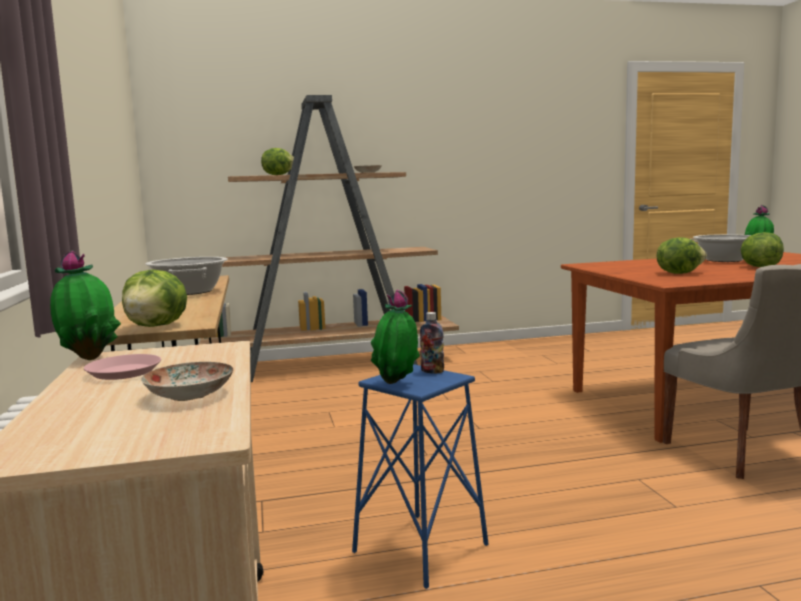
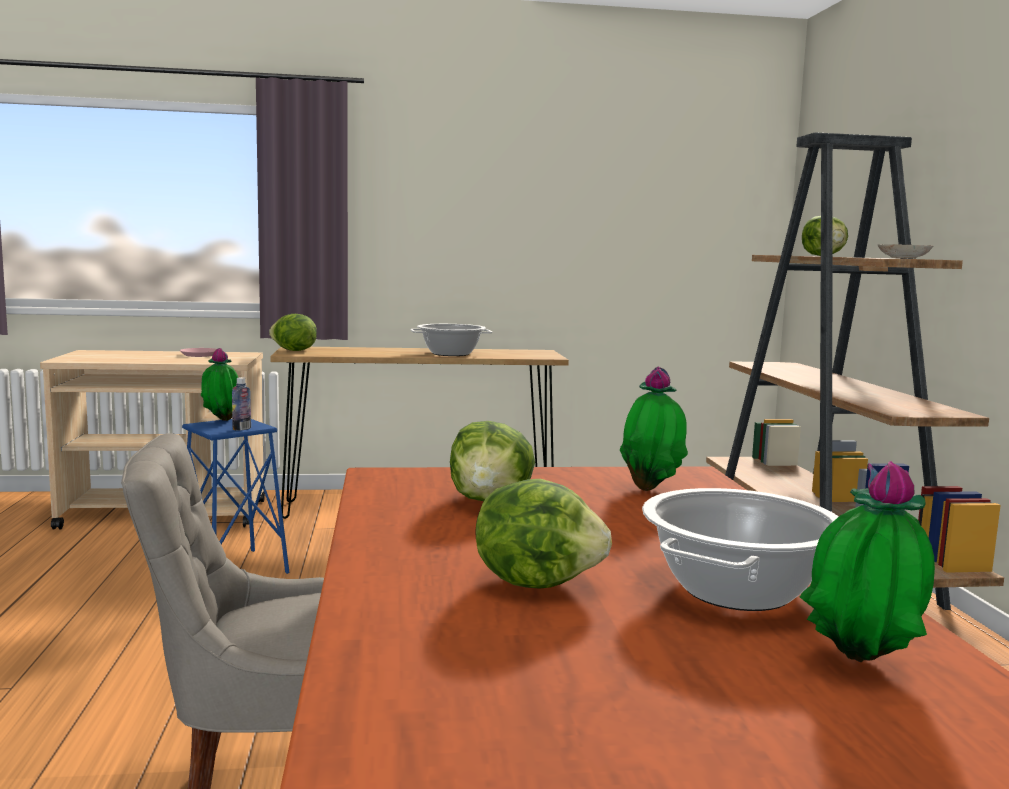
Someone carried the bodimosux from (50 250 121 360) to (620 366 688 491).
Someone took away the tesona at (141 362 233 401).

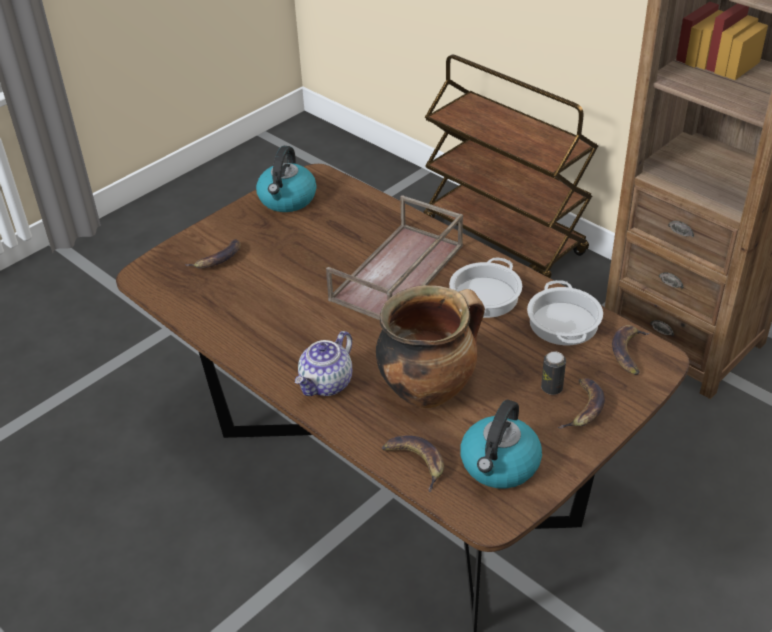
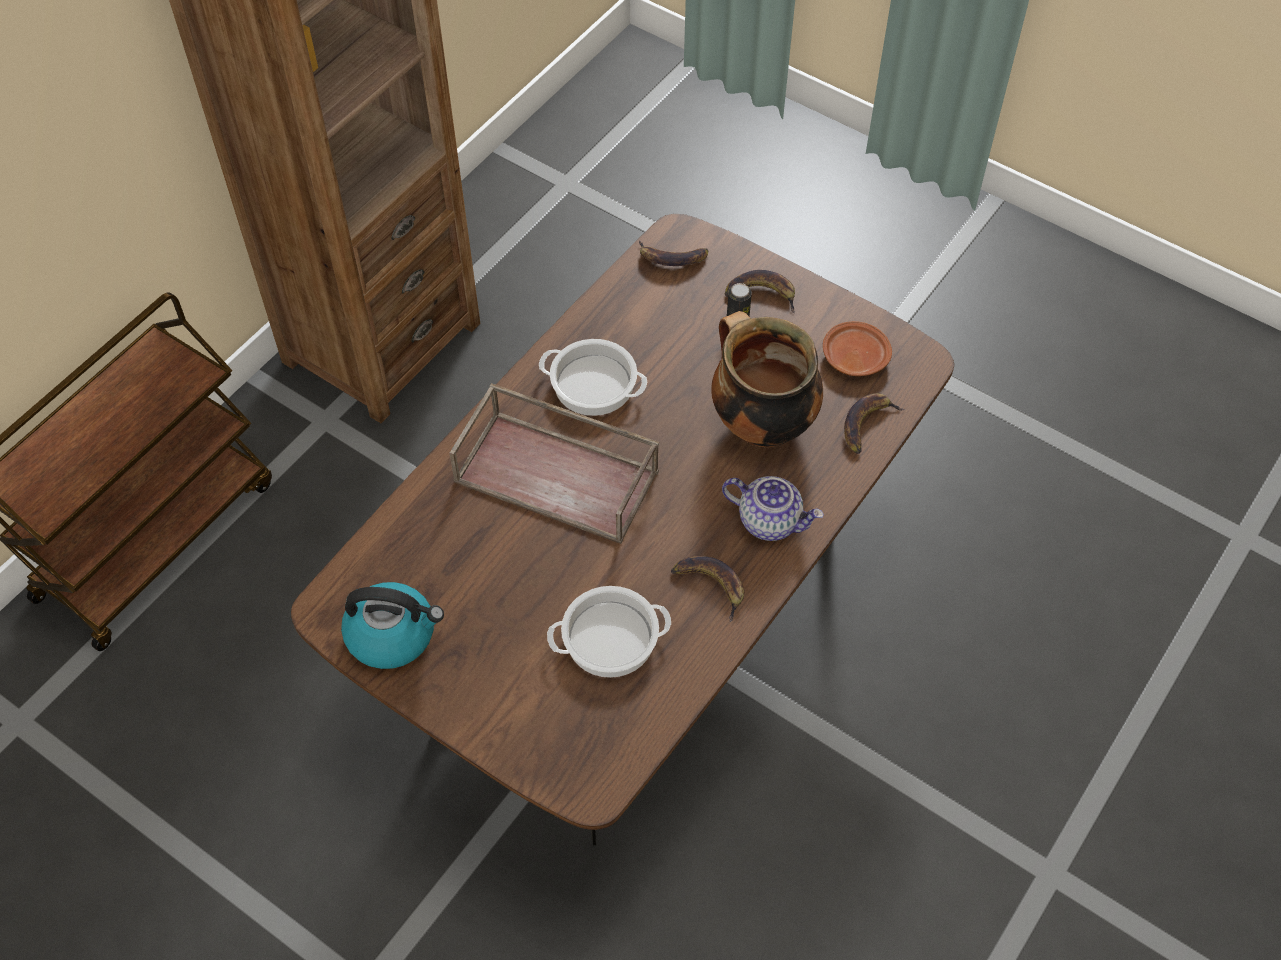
Someone carried the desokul from (185 239 241 268) to (671 556 744 622).
Someone carried the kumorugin from (527 280 603 345) to (547 586 671 678).
Someone swapped the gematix at (460 400 542 489) for the tesona (brown) at (823 321 892 376).

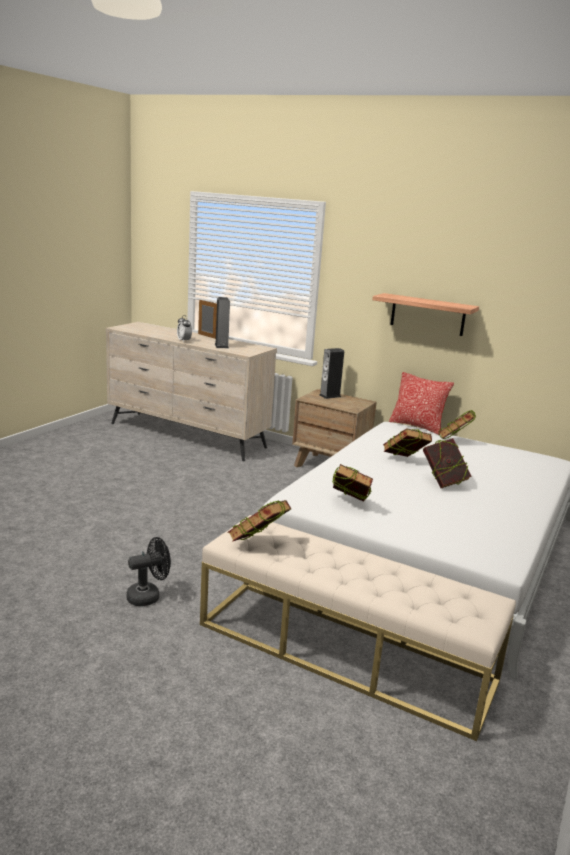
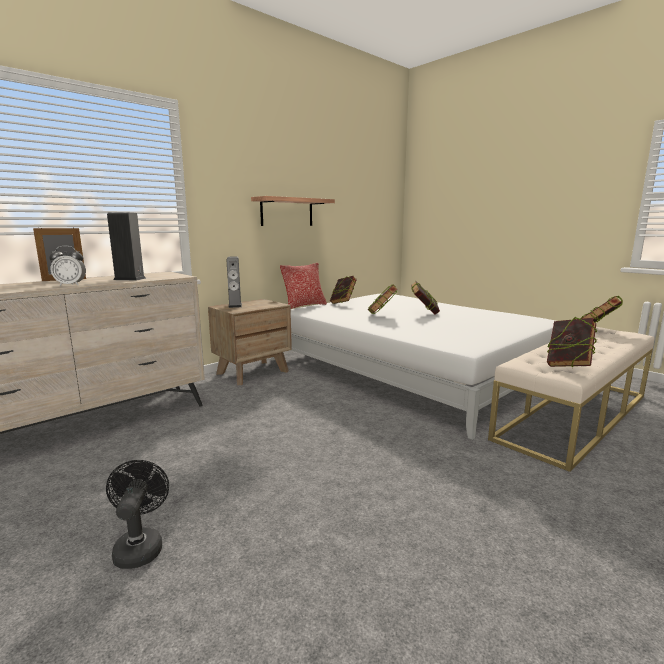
Someone carried the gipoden from (332 464 373 502) to (580 296 623 323).
Someone carried the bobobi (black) from (126 537 171 606) to (106 460 169 569).

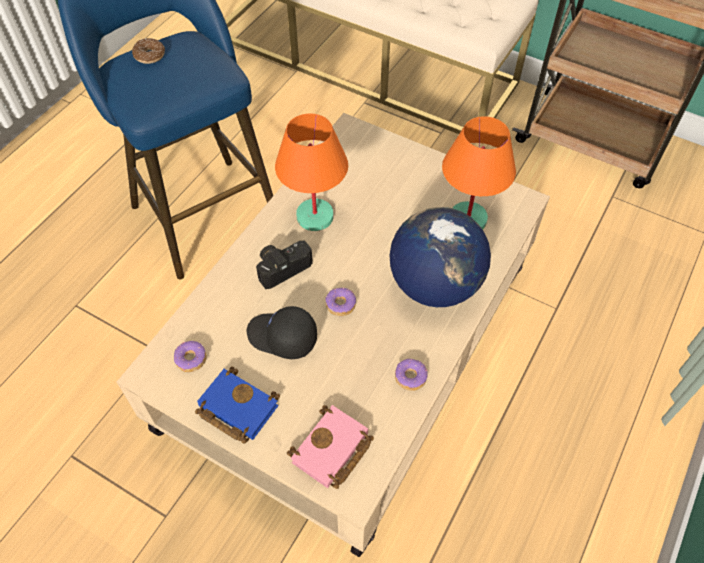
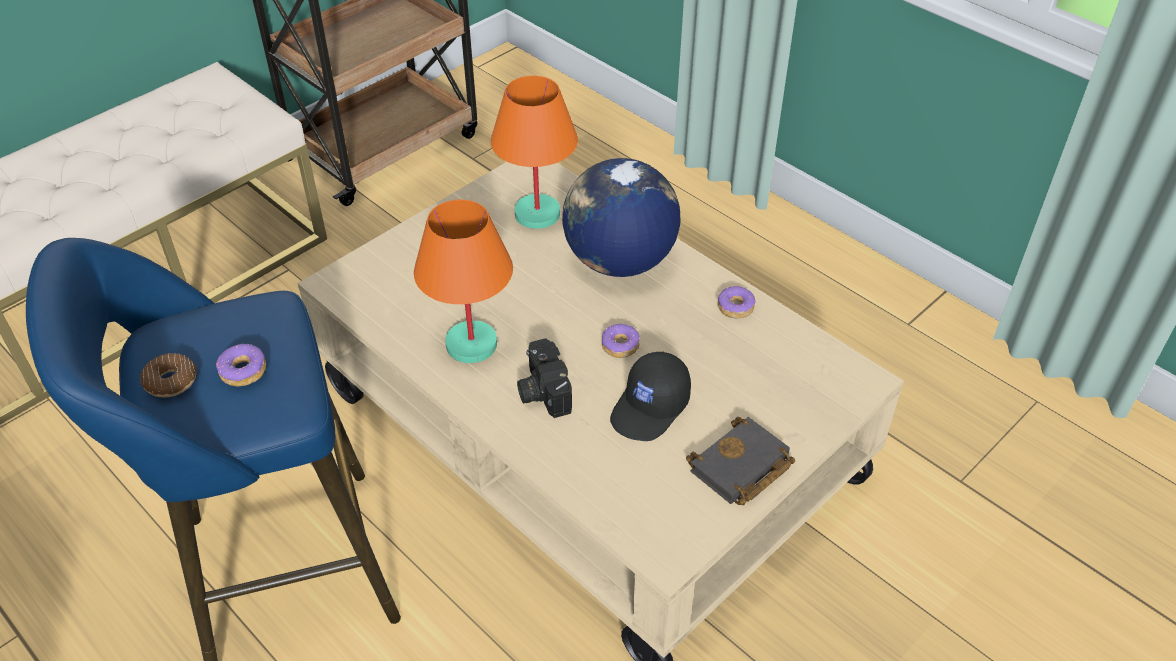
Someone carried the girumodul from (174 341 207 372) to (216 344 266 386).
Someone repainted the gipoden (blue) at (195 366 280 444), which became the gipoden (black) at (686 417 795 505).
Someone took away the gipoden (pink) at (287 405 374 489).

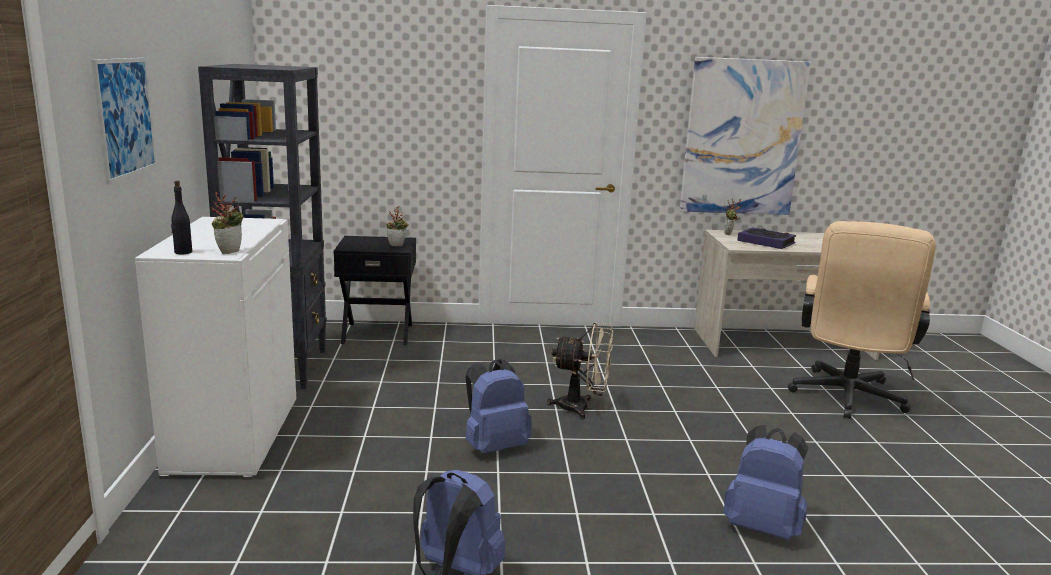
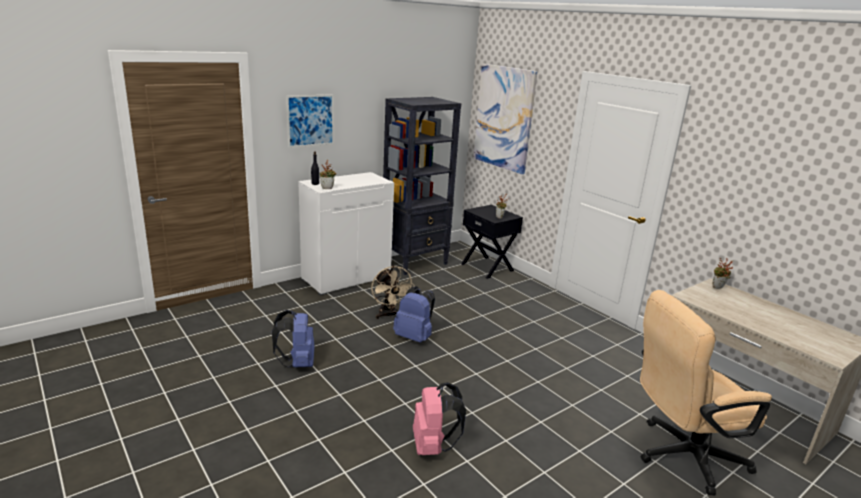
Someone carried the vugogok from (680 57 811 215) to (473 64 537 174).
Someone took away the gipoden at (737 227 796 249).
Someone carried the bobobi (beige) from (547 322 613 419) to (371 266 414 319).
Someone repainted the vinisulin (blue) at (723 425 809 540), which became the vinisulin (pink) at (413 382 466 455).

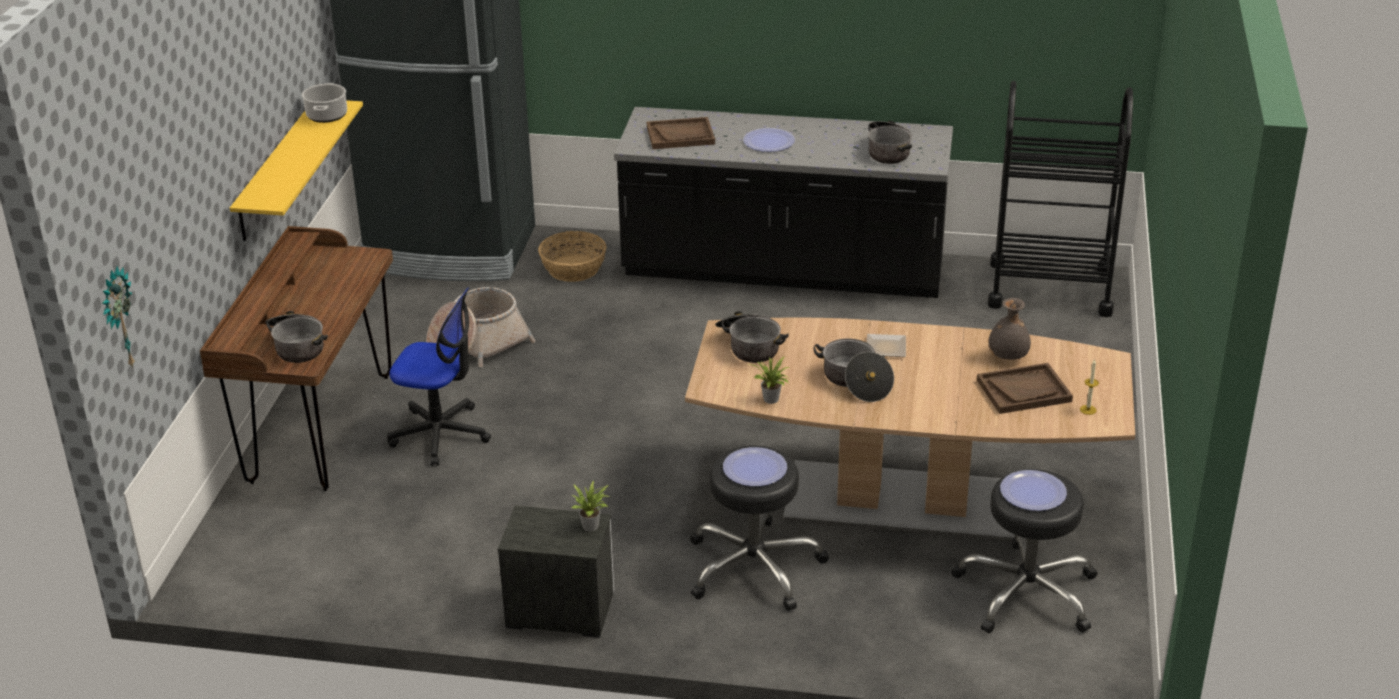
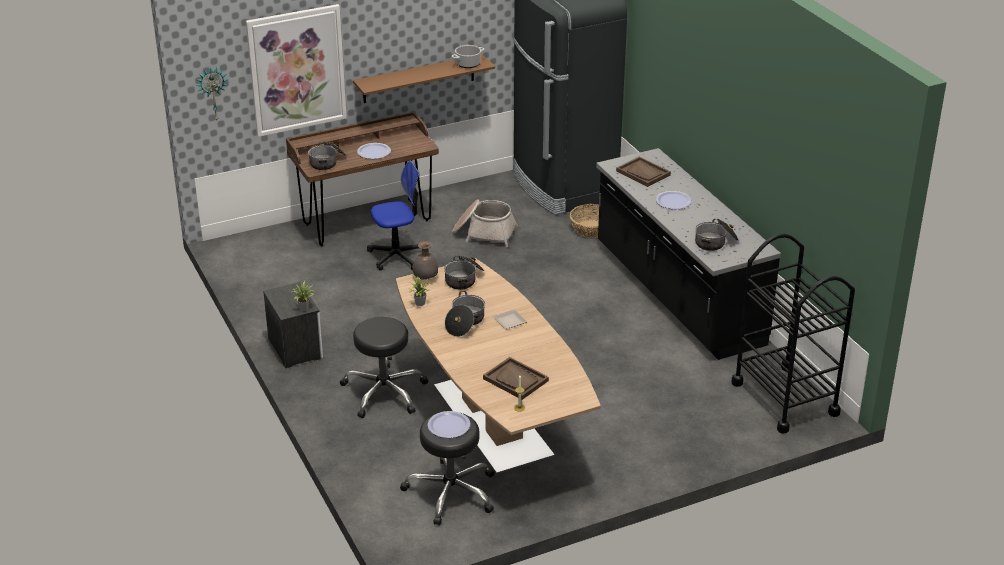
Someone repainted the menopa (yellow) at (230 100 363 241), which became the menopa (brown) at (353 54 495 103).
Someone rotated the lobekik at (387 288 491 466) by 90 degrees counterclockwise.
Someone carried the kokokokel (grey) from (988 298 1031 360) to (413 241 438 279).
Someone carried the tesona from (723 447 787 486) to (357 143 391 159).
Someone put up the vugogok at (246 4 347 137).

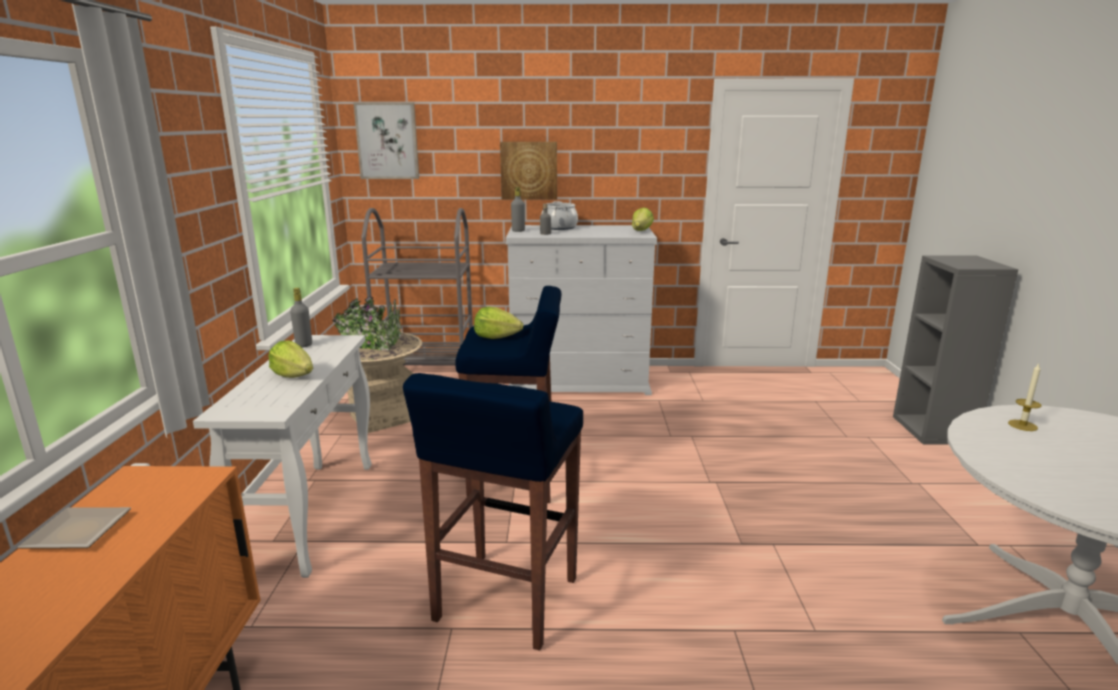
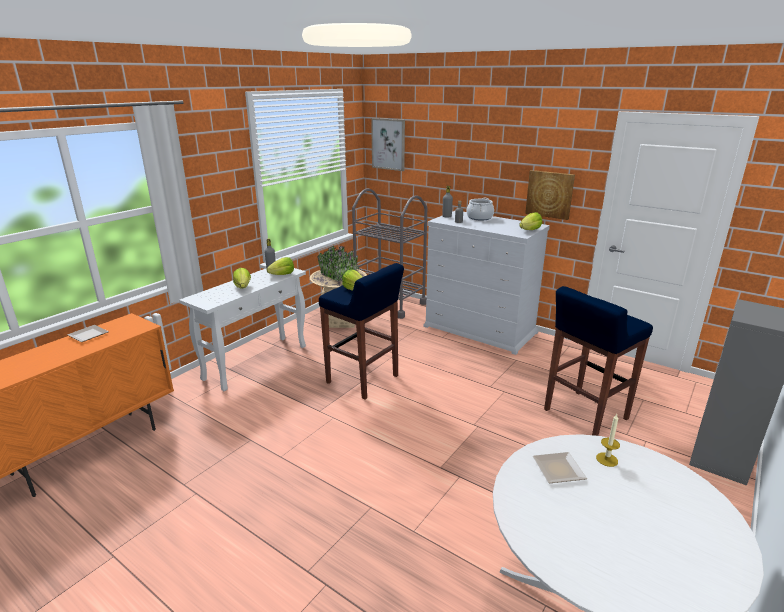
Someone carried the vugogok from (500 142 557 200) to (525 170 575 220).
Someone carried the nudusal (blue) from (403 373 583 651) to (544 286 653 436).
Someone put down the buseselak at (267 257 294 275).
Someone put down the tesona at (533 452 587 484).

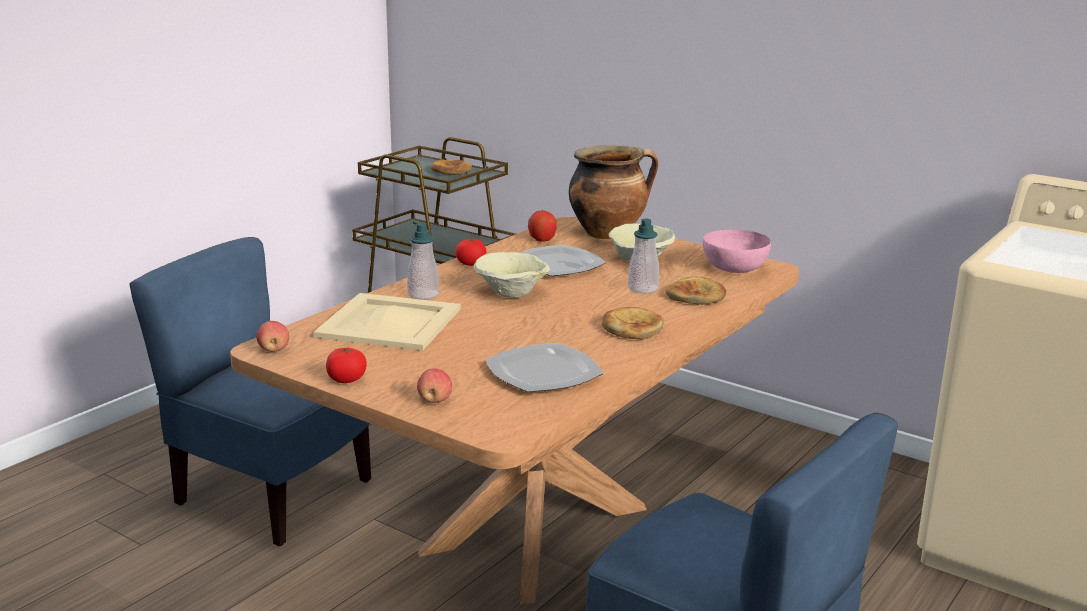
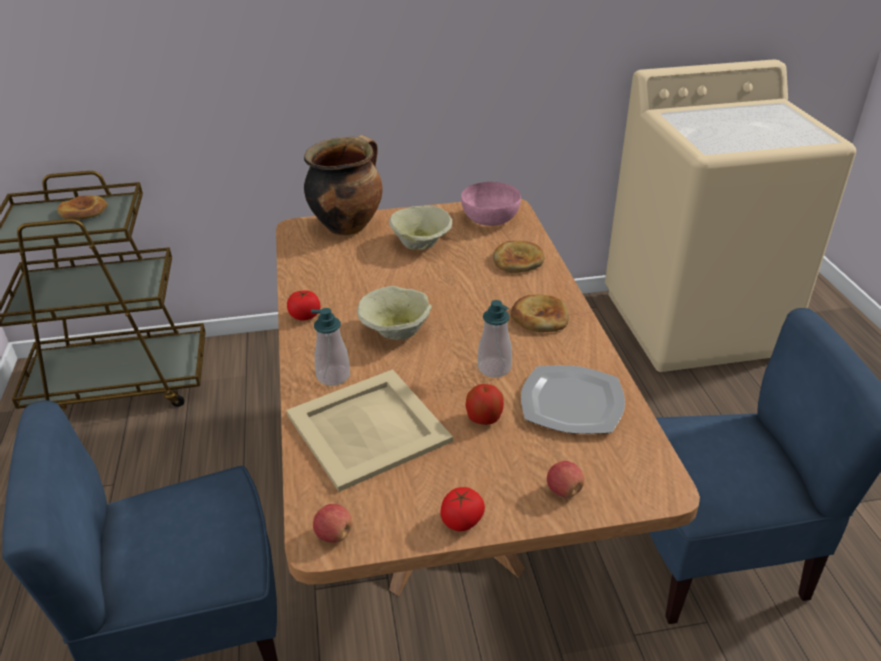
Someone carried the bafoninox from (528 211 557 242) to (465 384 504 425).
Someone carried the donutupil from (628 219 659 293) to (478 300 512 378).
Someone took away the tesona at (521 245 606 276).

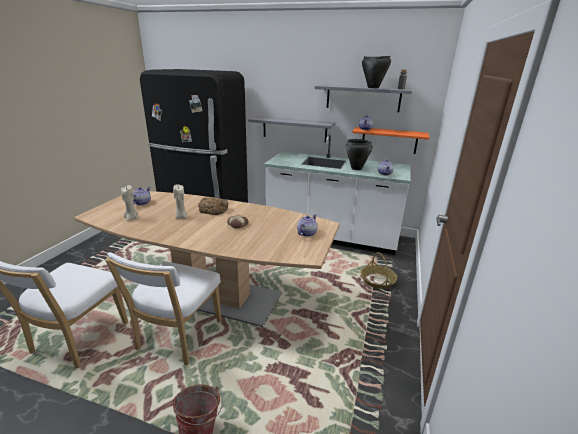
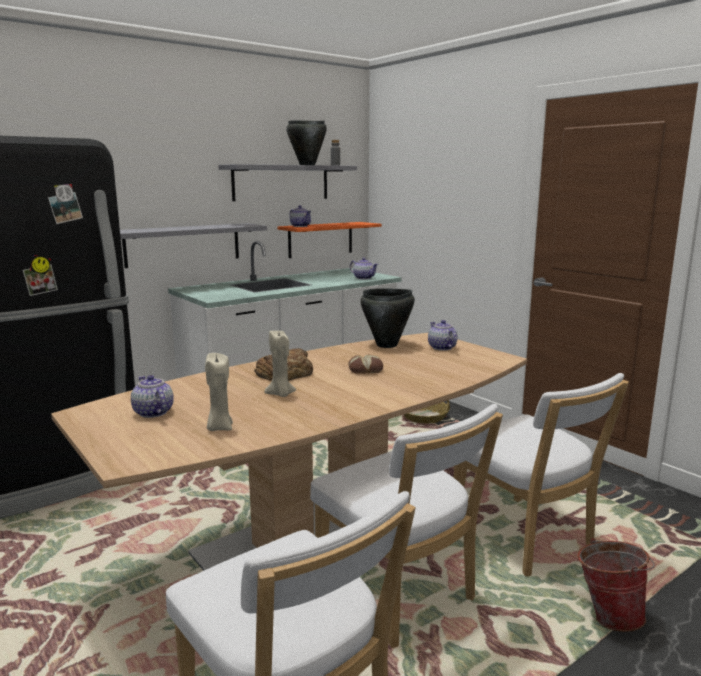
Someone carried the kumorugin (black) from (346 139 373 170) to (360 288 415 348).
Someone put down the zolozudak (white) at (454 373 629 576).

